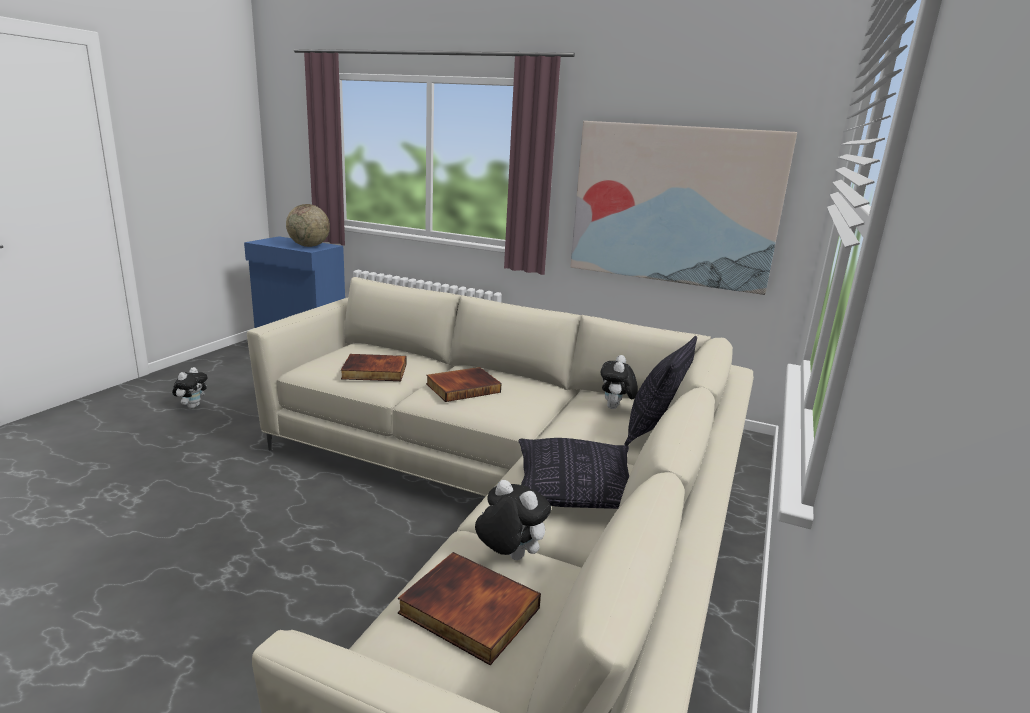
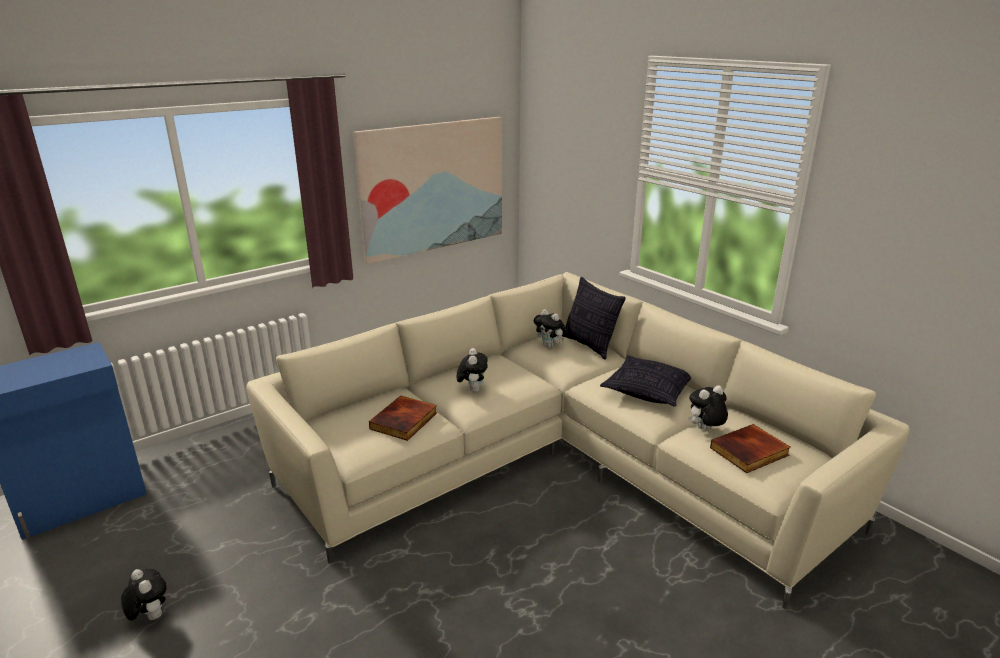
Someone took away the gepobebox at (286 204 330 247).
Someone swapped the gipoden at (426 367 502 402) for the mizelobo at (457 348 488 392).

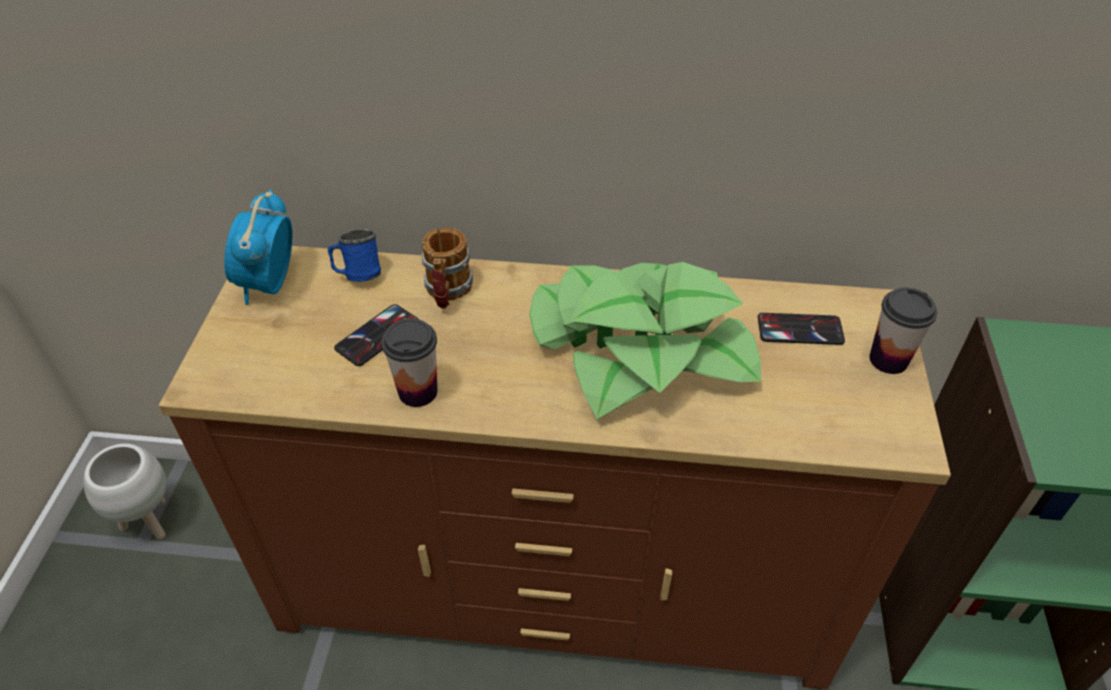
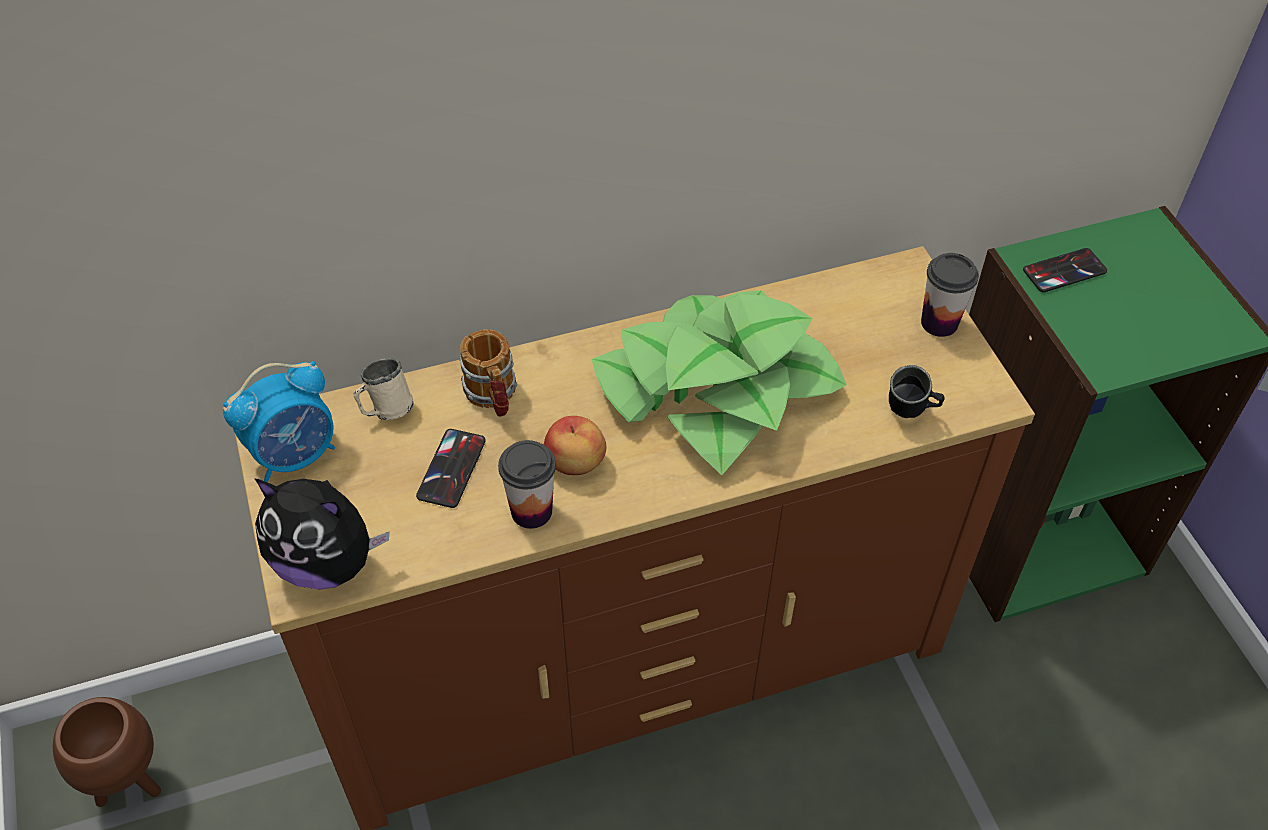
Someone rotated the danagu at (224 189 292 305) by 105 degrees counterclockwise.
Someone repainted the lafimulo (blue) at (328 229 381 282), which became the lafimulo (beige) at (353 358 413 420).
Someone carried the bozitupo from (758 313 845 345) to (1023 248 1107 292).
Someone repainted the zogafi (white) at (83 444 166 539), which became the zogafi (brown) at (53 697 161 807).
Someone put down the lafimulo (black) at (889 365 945 418).
Someone put down the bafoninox at (544 416 606 475).
Someone put down the mizelobo at (255 479 389 590).

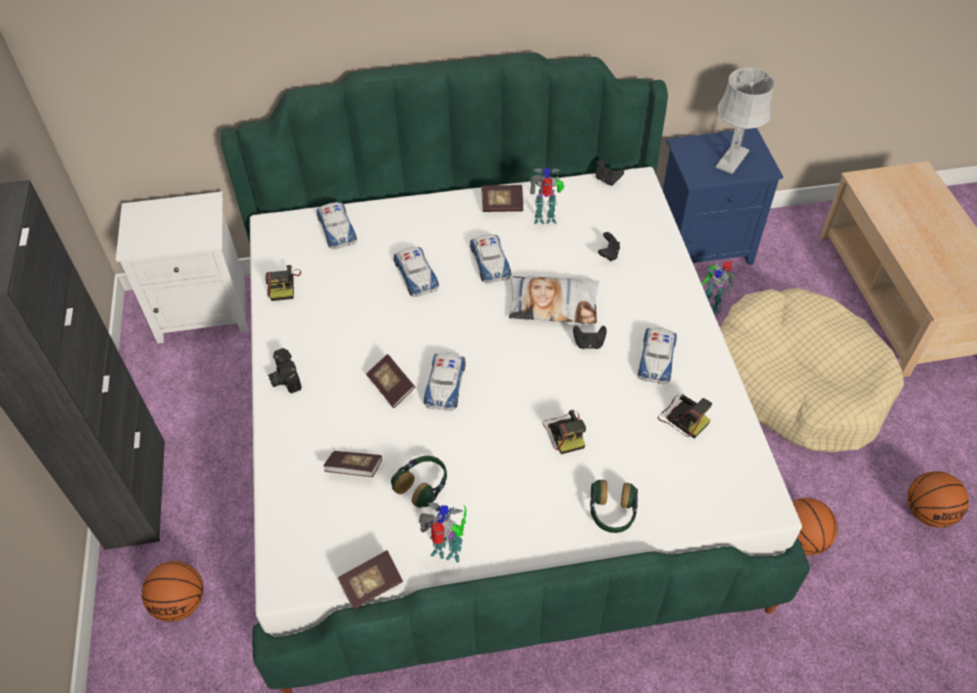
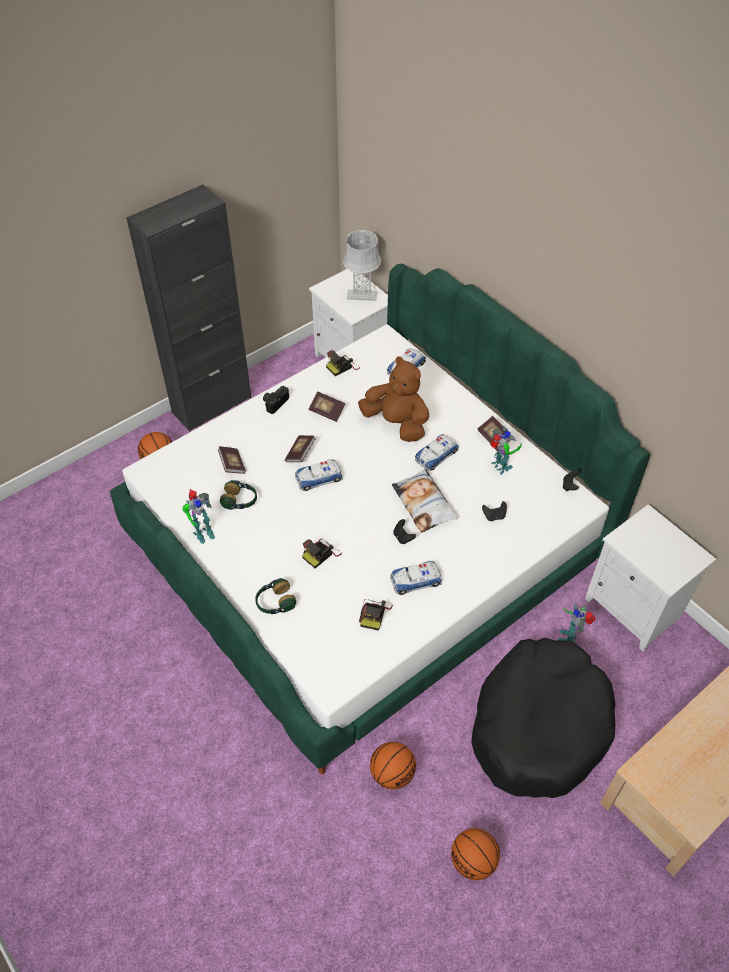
Someone carried the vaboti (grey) from (715 68 775 174) to (343 230 381 301).
Someone repainted the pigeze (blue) at (663 128 783 265), which became the pigeze (white) at (585 504 716 652).
Someone swapped the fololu at (393 247 439 297) for the mizelobo (brown) at (358 356 429 442).
Someone repainted the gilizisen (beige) at (720 288 904 452), which became the gilizisen (black) at (471 638 615 798).
Someone rotated the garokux at (419 503 466 563) by 75 degrees clockwise.
Someone carried the gipoden from (338 550 403 610) to (309 391 345 422).

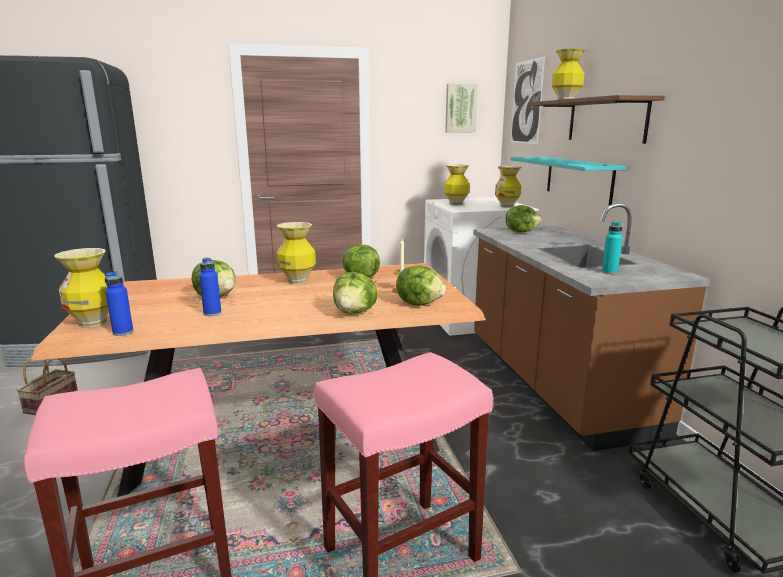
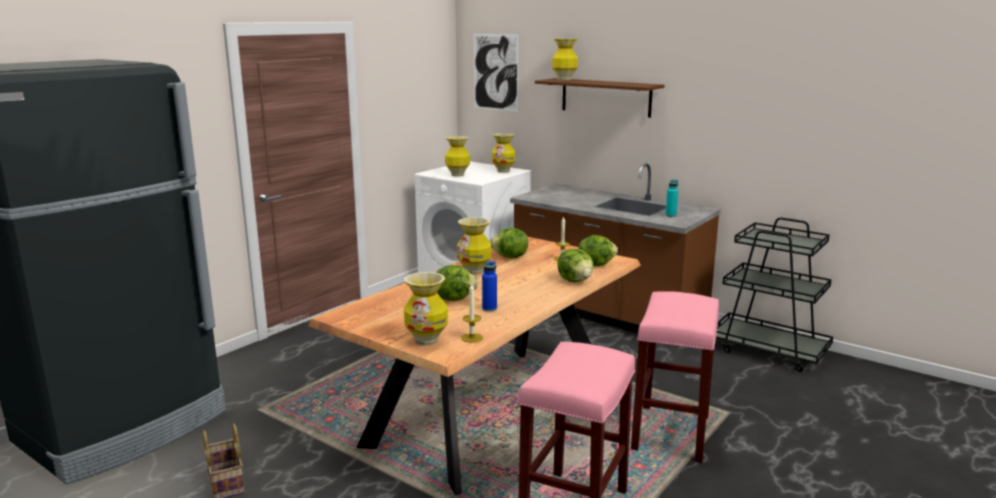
Someone took away the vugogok at (445 84 478 133).
Someone took away the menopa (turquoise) at (511 157 627 205).
Someone took away the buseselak at (506 205 542 232).
Someone swapped the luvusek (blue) at (105 271 133 336) for the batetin at (461 283 483 343).

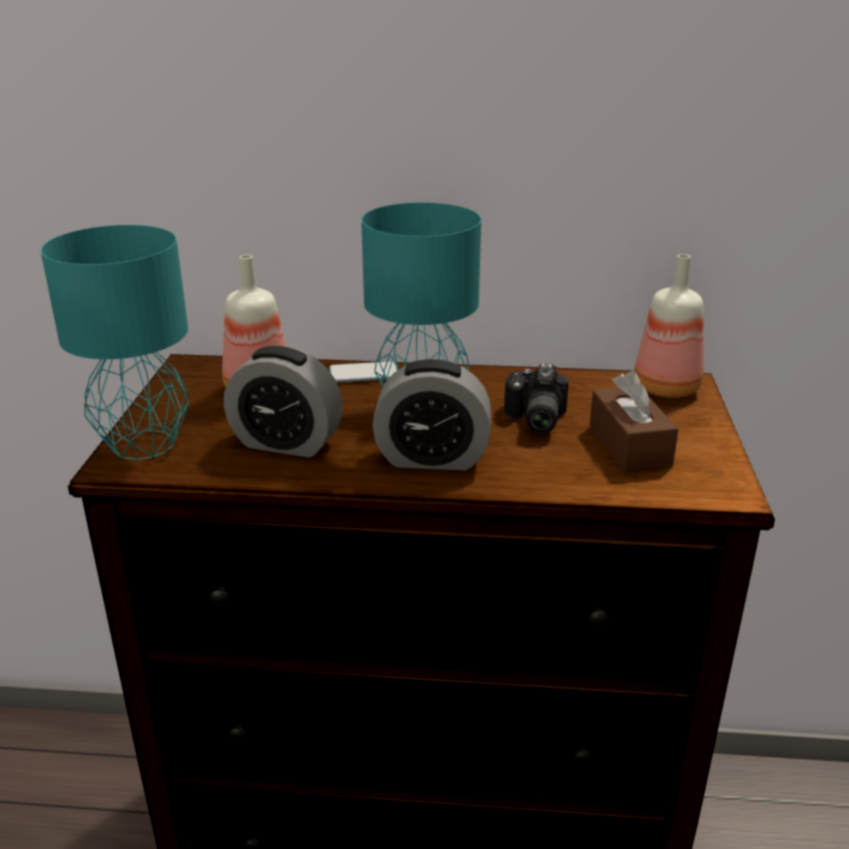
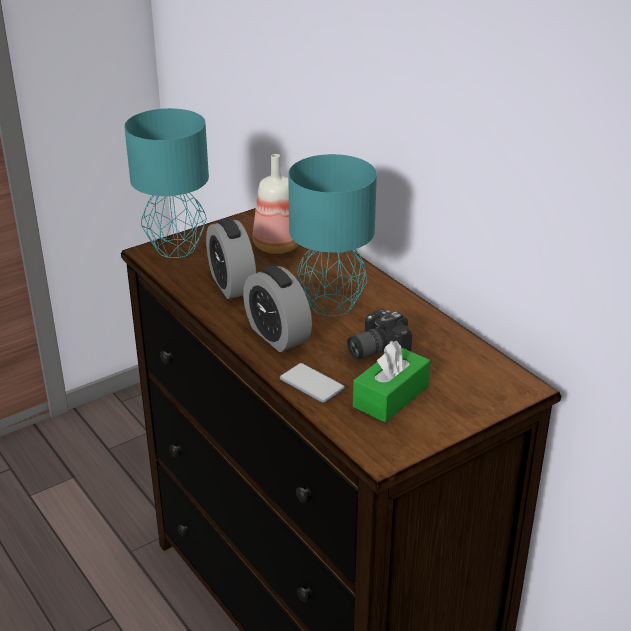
Someone took away the luvusek at (634 254 704 398).
Someone carried the bozitupo from (329 361 397 383) to (280 363 345 403).
Someone repainted the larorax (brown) at (590 371 679 472), which became the larorax (green) at (353 341 430 422).

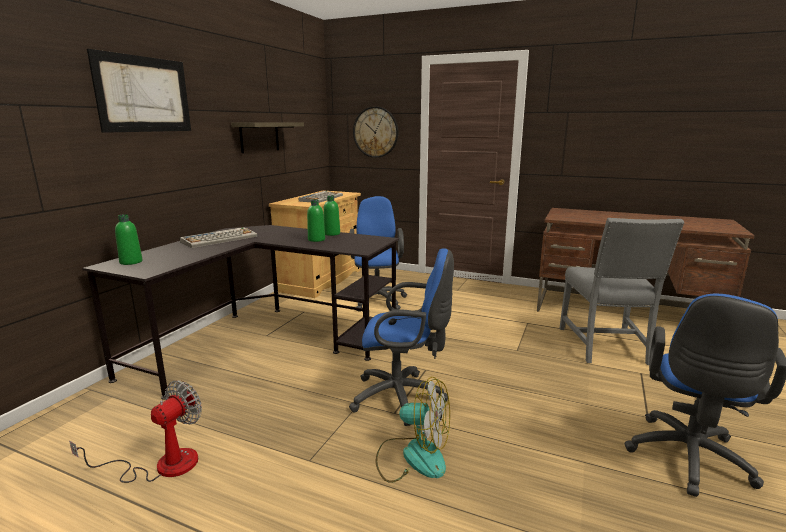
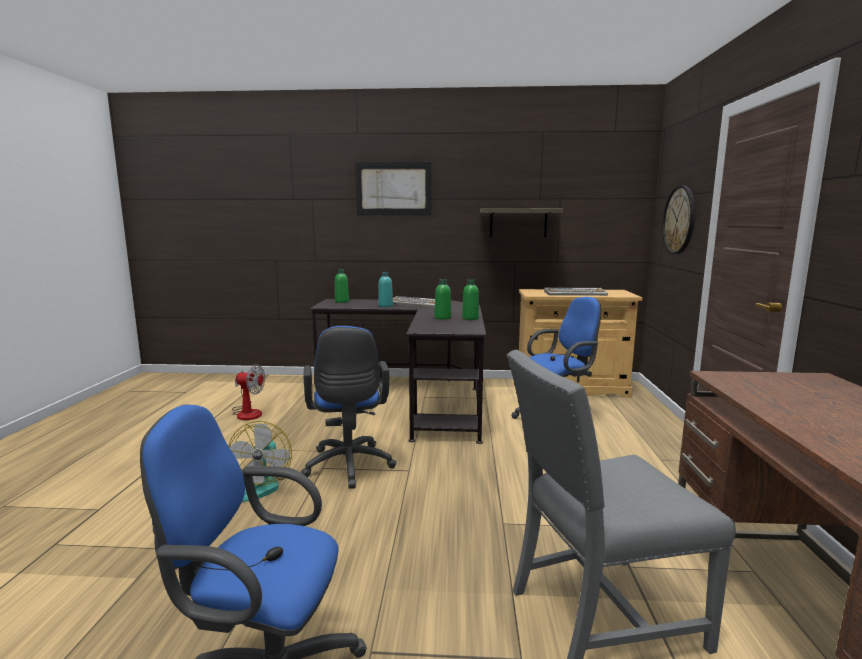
Someone put down the luvusek (turquoise) at (378 272 393 307).

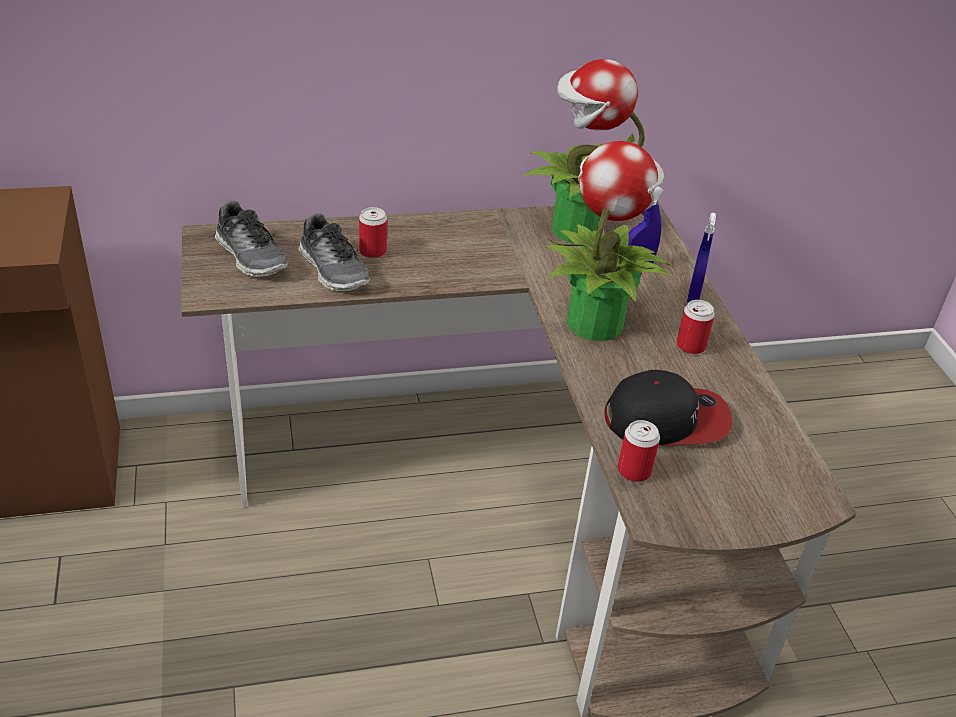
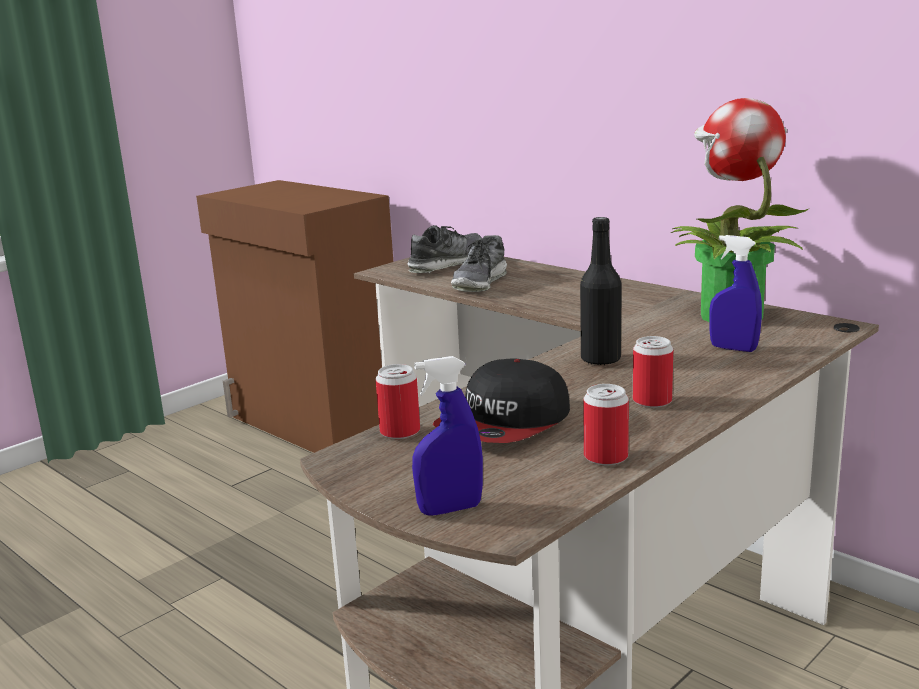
Someone swapped the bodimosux at (546 141 672 341) for the luvusek (black) at (580 217 622 366).
Someone rotated the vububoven at (215 201 289 277) by 150 degrees counterclockwise.
Someone carried the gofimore from (359 207 387 258) to (583 384 629 465).
Someone carried the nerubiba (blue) from (687 213 716 303) to (412 356 483 516).
Someone rotated the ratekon at (604 370 732 446) by 75 degrees clockwise.

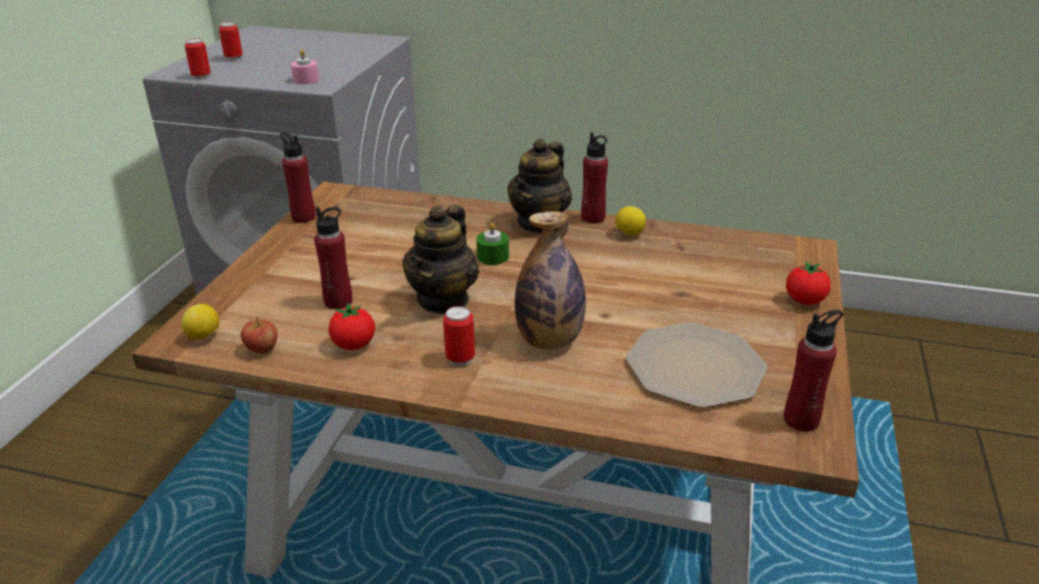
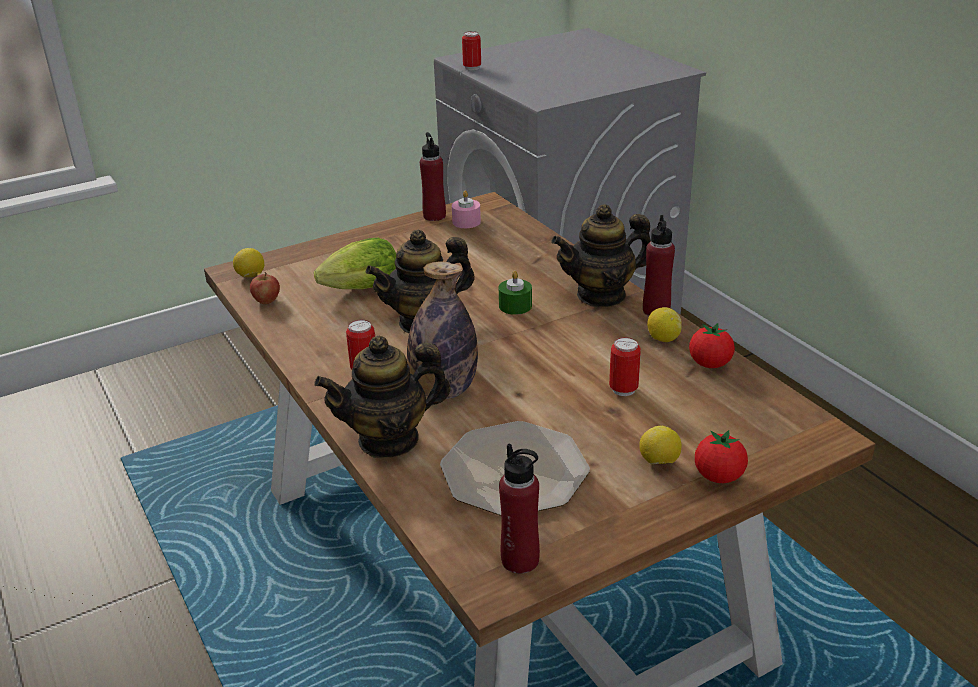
Someone carried the gofimore from (219 22 243 61) to (609 337 641 396).
Someone carried the batetin (pink) from (291 50 319 84) to (452 190 481 228).
Someone swapped the luvusek (red) at (314 207 353 309) for the buseselak at (314 238 396 289).
Someone carried the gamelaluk from (328 303 375 350) to (689 323 735 368).
Someone put down the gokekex at (314 336 451 458).
Someone put down the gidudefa at (639 426 681 464).

